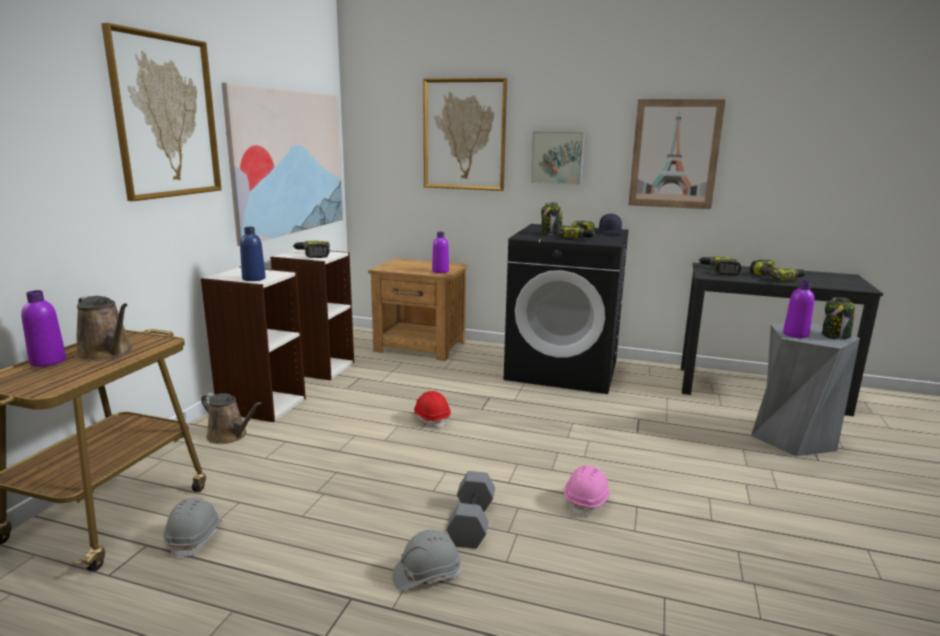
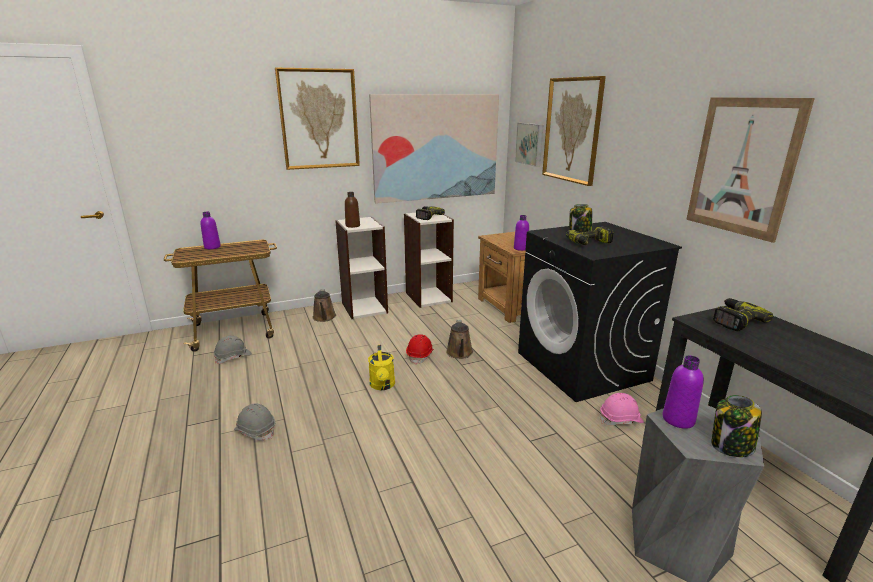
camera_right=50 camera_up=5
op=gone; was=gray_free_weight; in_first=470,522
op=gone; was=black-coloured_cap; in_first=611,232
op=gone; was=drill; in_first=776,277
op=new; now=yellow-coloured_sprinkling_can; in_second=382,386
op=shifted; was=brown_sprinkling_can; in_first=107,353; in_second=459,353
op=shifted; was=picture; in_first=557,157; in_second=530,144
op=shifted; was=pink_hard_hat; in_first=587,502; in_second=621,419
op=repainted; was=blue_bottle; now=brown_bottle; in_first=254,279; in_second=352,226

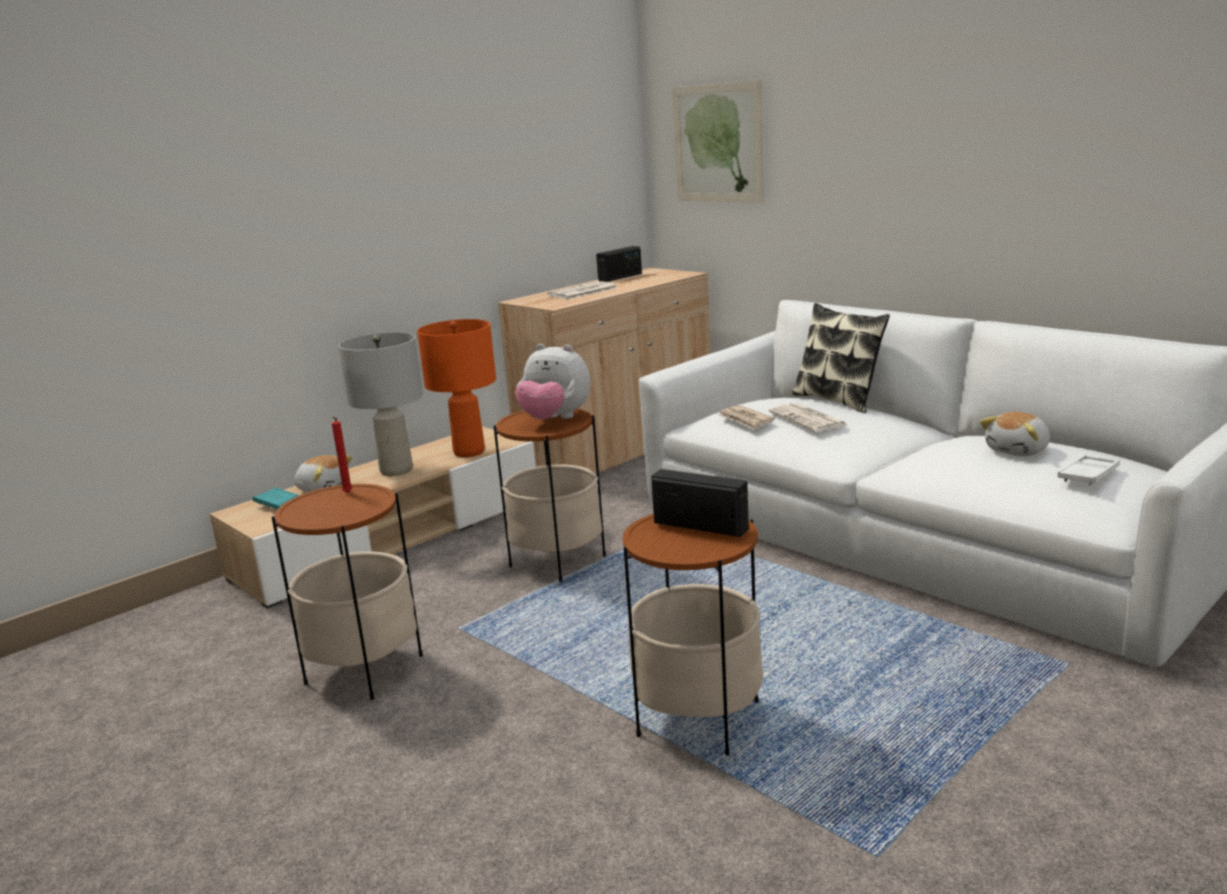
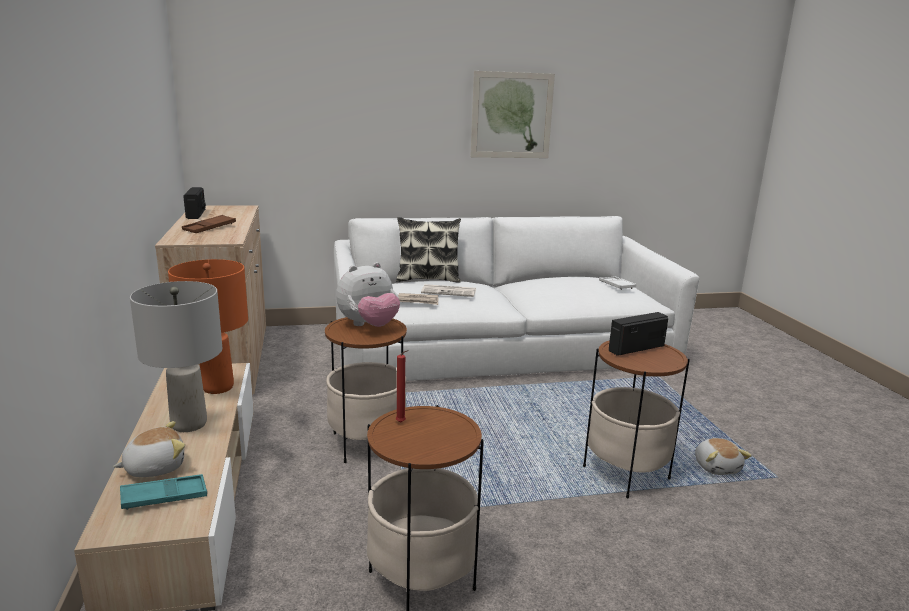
camera_right=-60 camera_up=0
op=shifted; was=picture; in_first=717,143; in_second=512,115
op=shifted; was=cuddly_toy; in_first=1018,451; in_second=717,467
op=swapped; was=printed_paper; now=brown_serving_tray; in_first=582,292; in_second=209,228

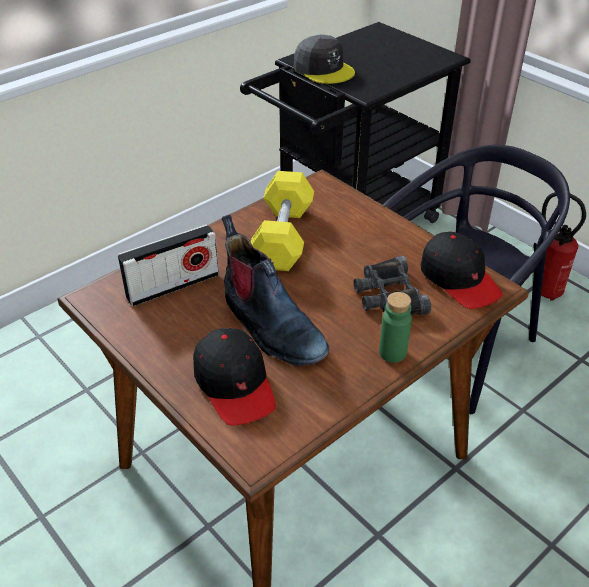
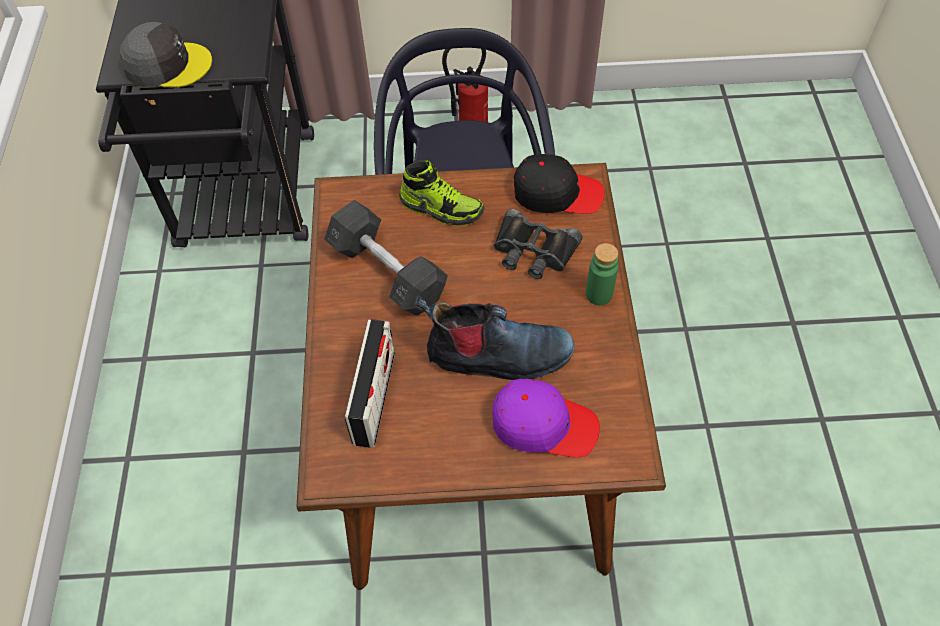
camera_right=-50 camera_up=15
op=new; now=low_shoe; in_second=441,208
op=repainted; was=black-coloured_cap; now=purple-coloured_cap; in_first=235,384; in_second=543,424
op=repainted; was=yellow-coloured_free_weight; now=gray_free_weight; in_first=283,236; in_second=387,272

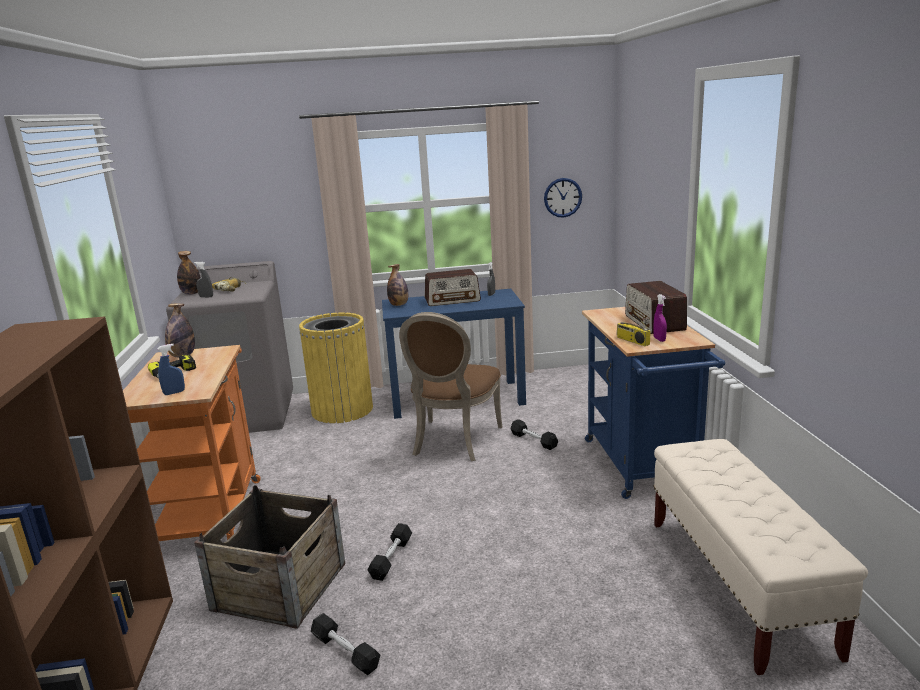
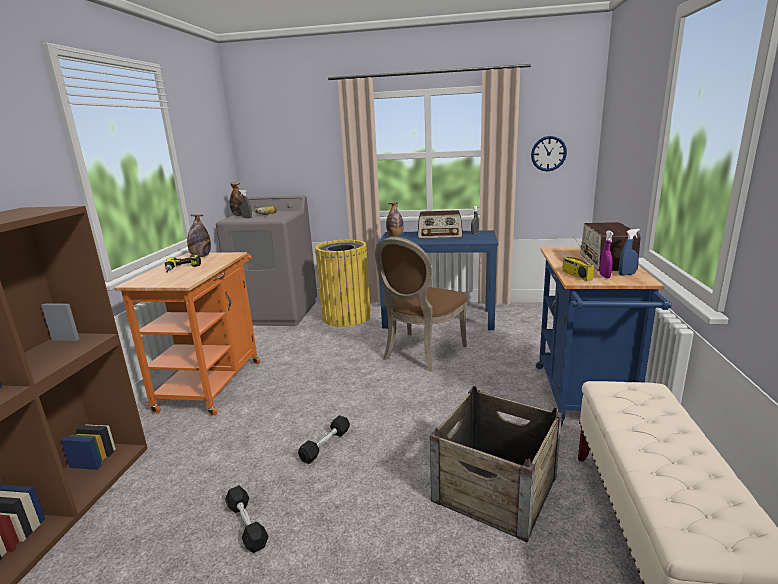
camera_right=15 camera_up=0
op=gone; was=black-coloured_free_weight; in_first=533,440
op=shifted; was=blue_spray_bottle; in_first=174,393; in_second=627,274
op=shifted; was=packing_crate; in_first=279,585; in_second=495,488

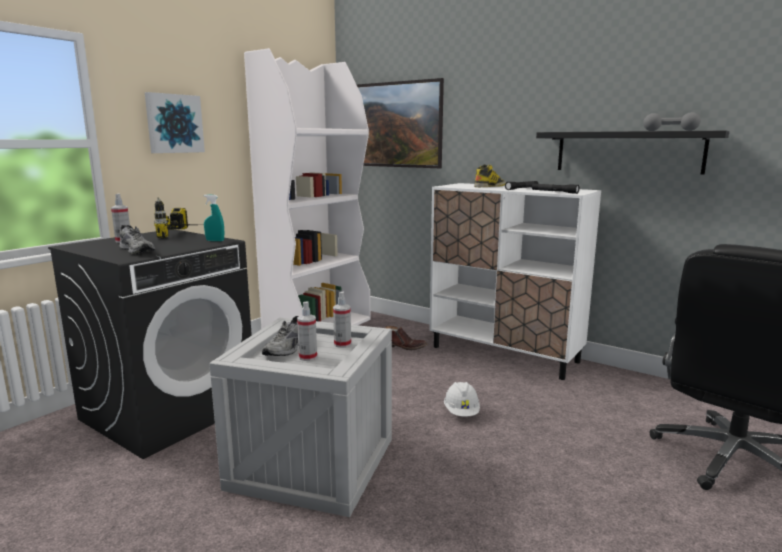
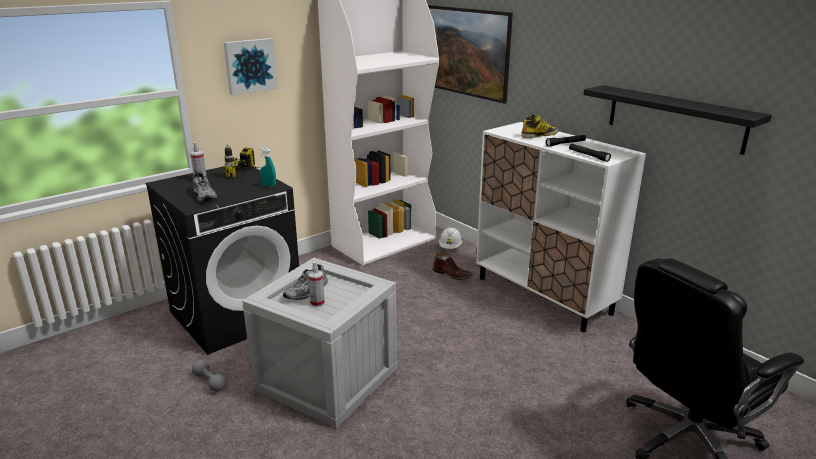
camera_right=15 camera_up=10
op=gone; was=spray_bottle; in_first=342,344
op=shifted; was=whitish_hard_hat; in_first=461,412; in_second=450,247
op=shifted; was=gray_free_weight; in_first=670,130; in_second=210,382

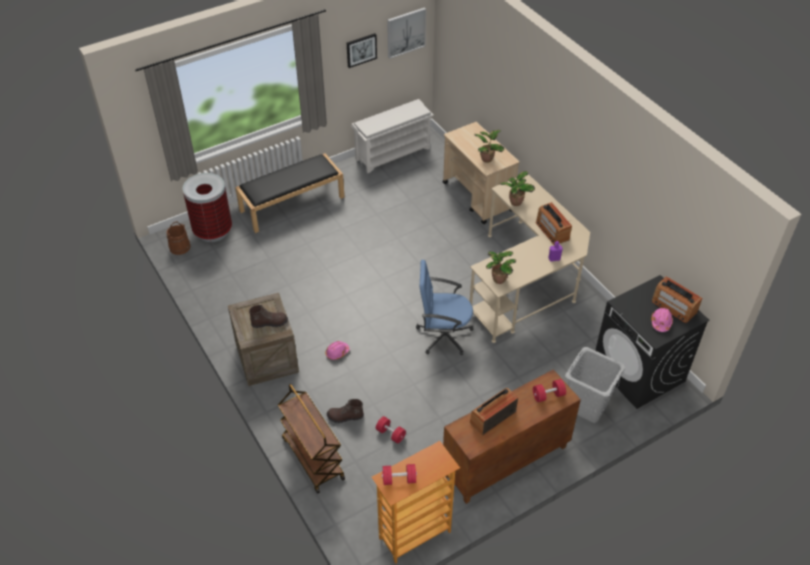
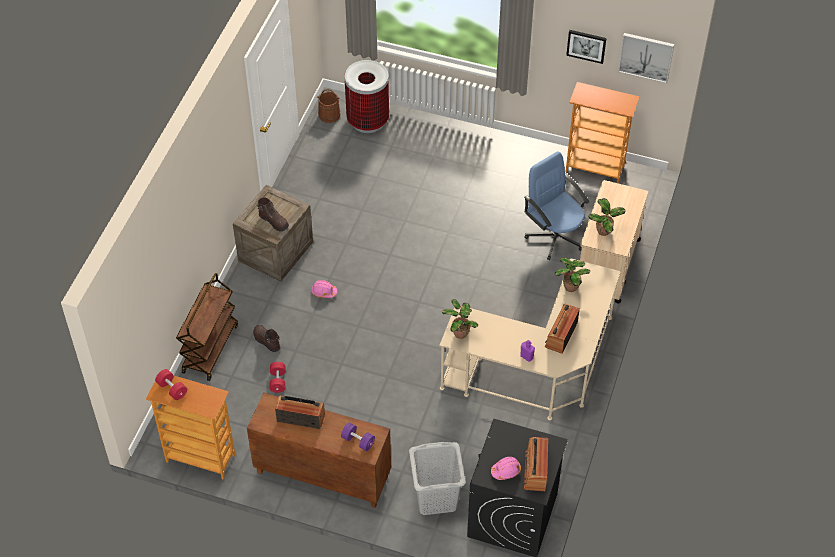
camera_right=50 camera_up=5
op=gone; was=black-coloured_bench; in_first=292,203
op=shifted; was=blue_desk_chair; in_first=443,335; in_second=554,236
op=swapped; was=whitish_shoe_stand; now=bookcase; in_first=393,153; in_second=595,168
op=repainted; was=red_free_weight; now=purple-coloured_free_weight; in_first=548,395; in_second=358,441

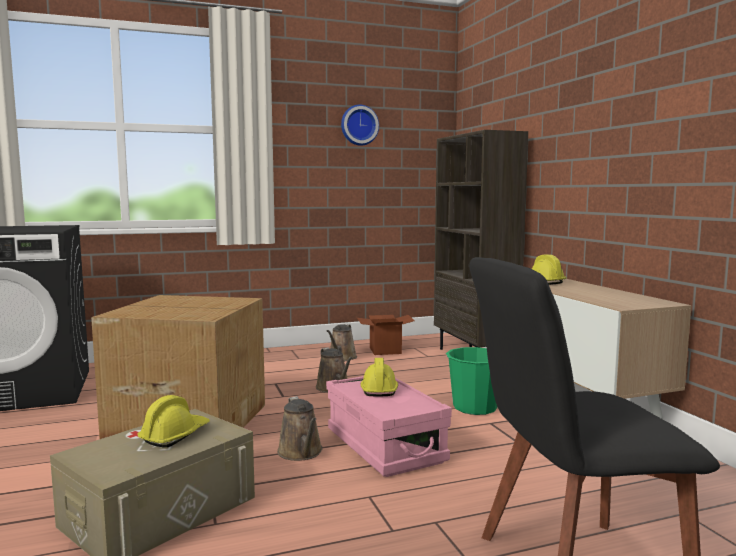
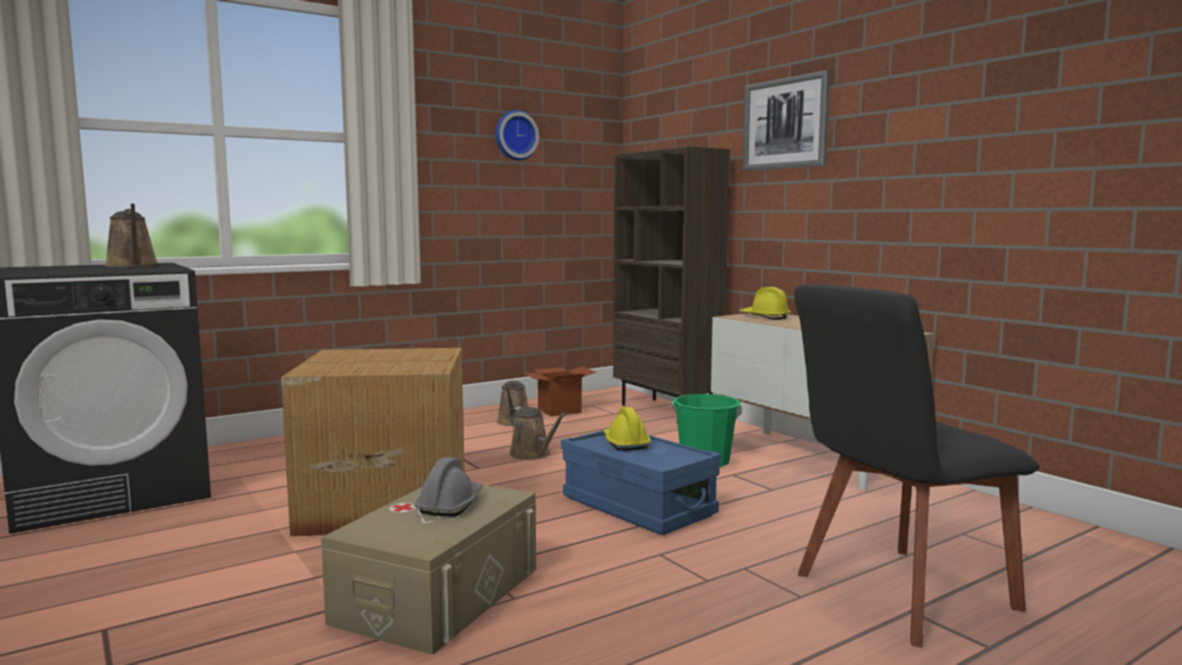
camera_right=-15 camera_up=0
op=new; now=picture; in_second=785,123
op=shifted; was=brown_sprinkling_can; in_first=301,453; in_second=132,265
op=repainted; was=yellow-coloured_hard_hat; now=gray_hard_hat; in_first=174,435; in_second=450,504
op=repainted; was=pink_storage_bin; now=blue_storage_bin; in_first=385,446; in_second=638,506

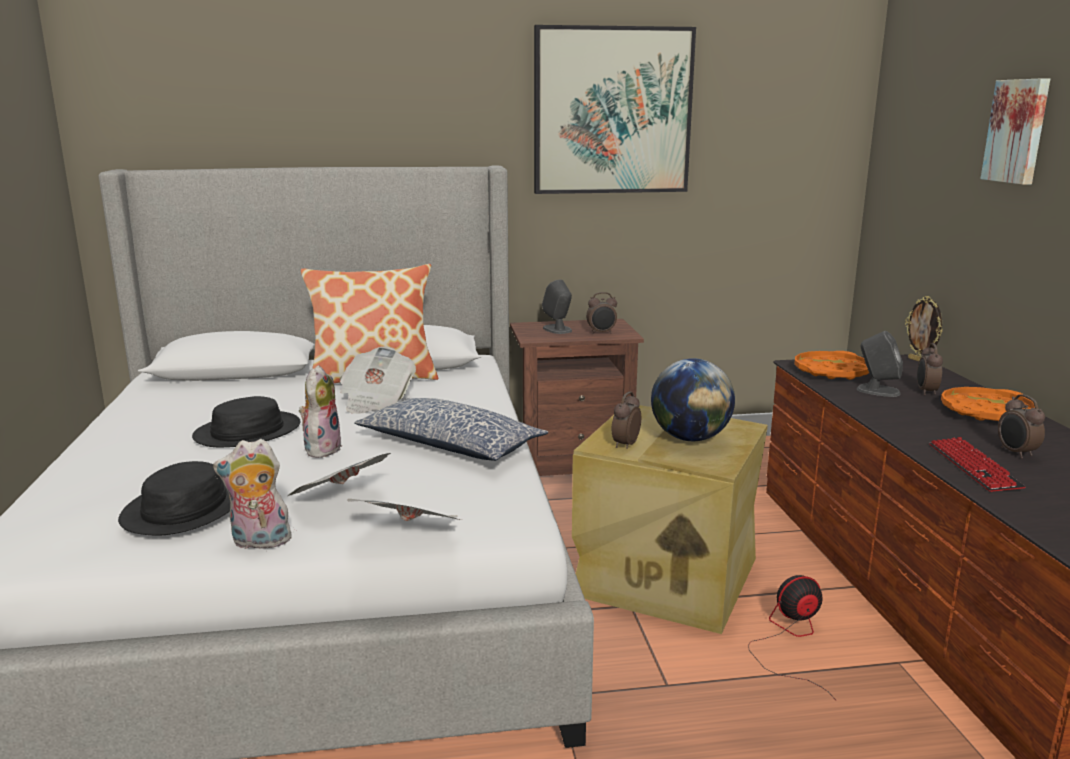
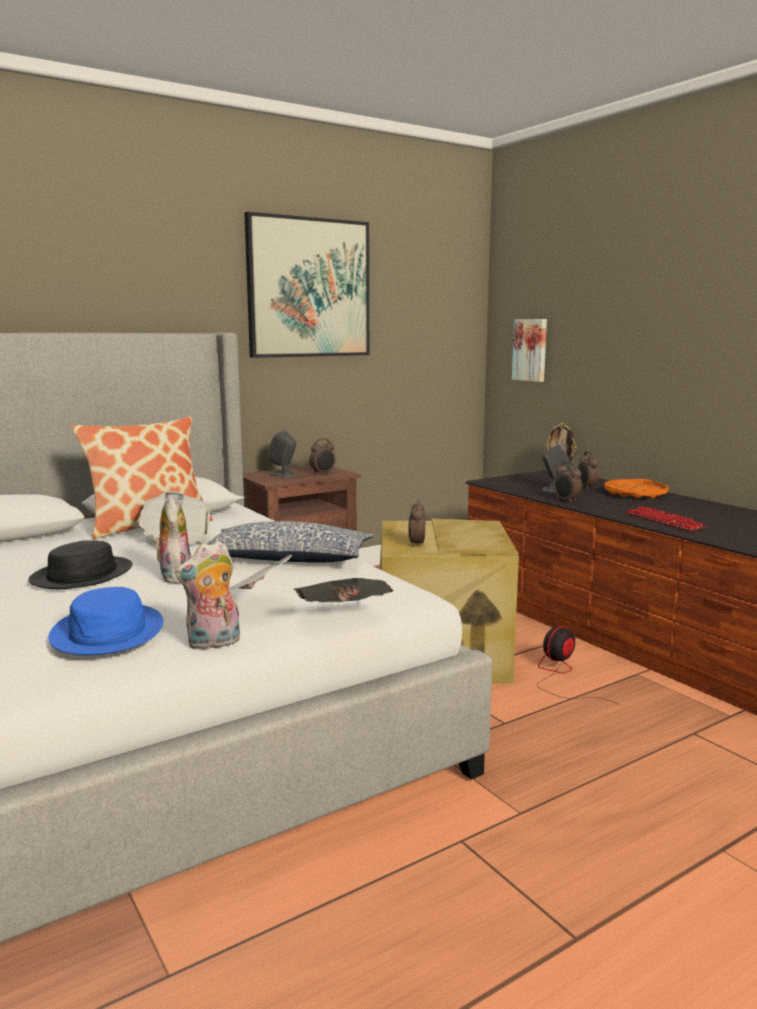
camera_right=-25 camera_up=-5
op=gone; was=globe; in_first=690,438
op=gone; was=orange_serving_tray; in_first=831,372
op=shifted; was=picture; in_first=1018,131; in_second=531,350
op=shifted; was=alarm_clock; in_first=1015,453; in_second=566,501
op=repainted; was=black-coloured_hat; now=blue_hat; in_first=185,508; in_second=108,632

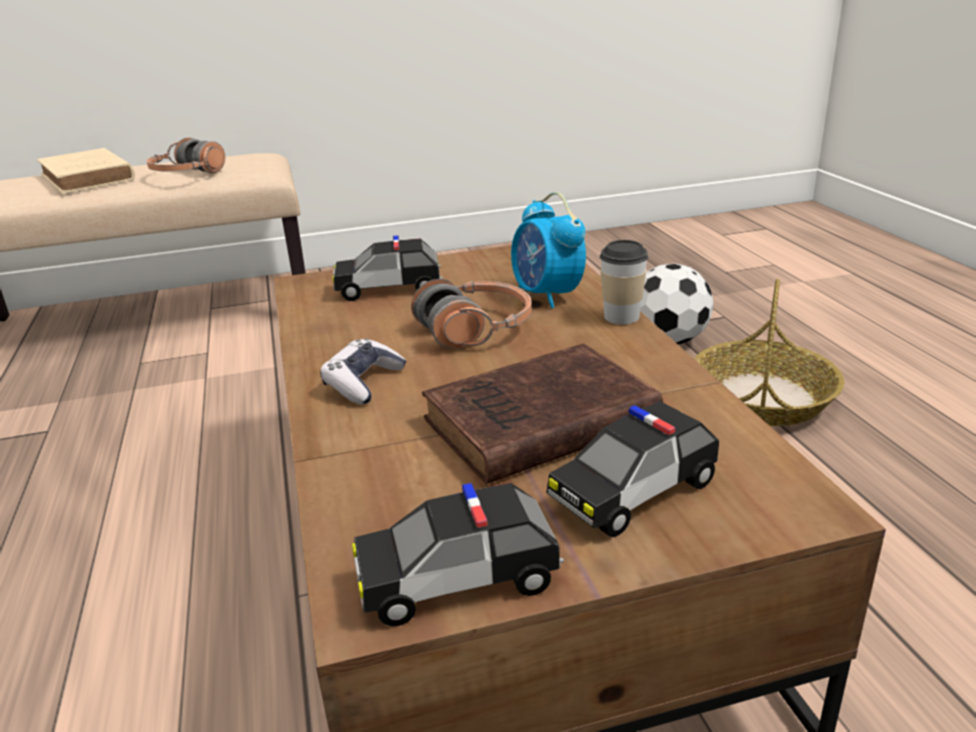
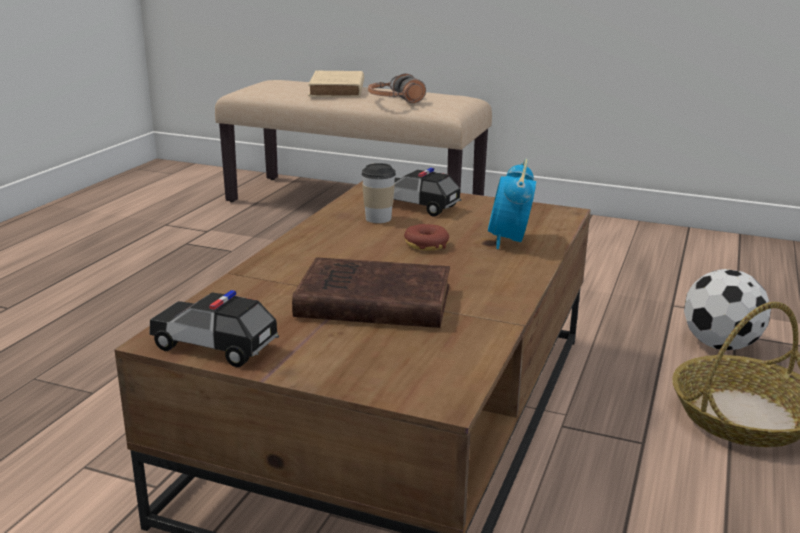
camera_right=35 camera_up=-5
op=gone; was=gamepad; in_first=364,382
op=gone; was=model_car; in_first=634,491
op=shifted; was=cup; in_first=621,317; in_second=378,218
op=swapped; was=headset; now=ring_doughnut; in_first=475,329; in_second=426,245

